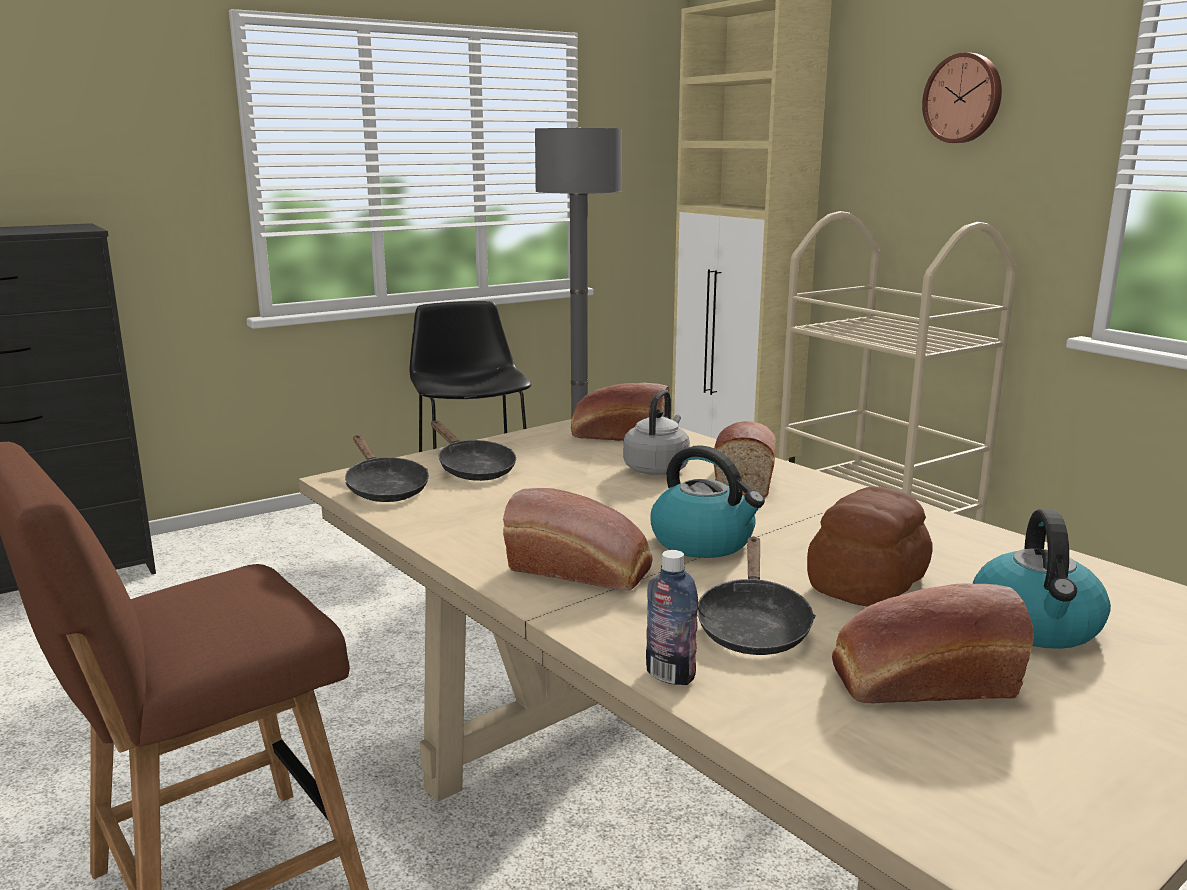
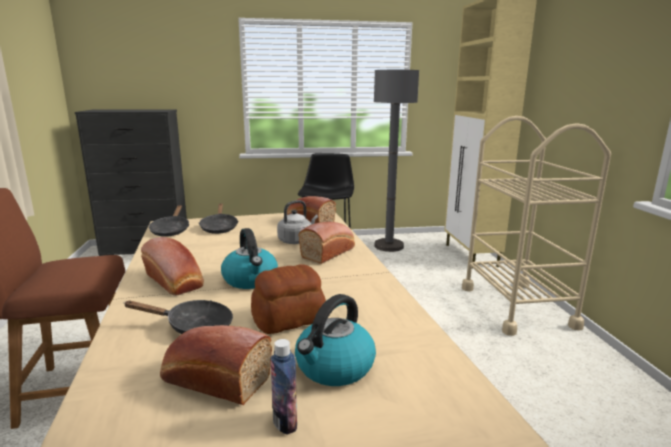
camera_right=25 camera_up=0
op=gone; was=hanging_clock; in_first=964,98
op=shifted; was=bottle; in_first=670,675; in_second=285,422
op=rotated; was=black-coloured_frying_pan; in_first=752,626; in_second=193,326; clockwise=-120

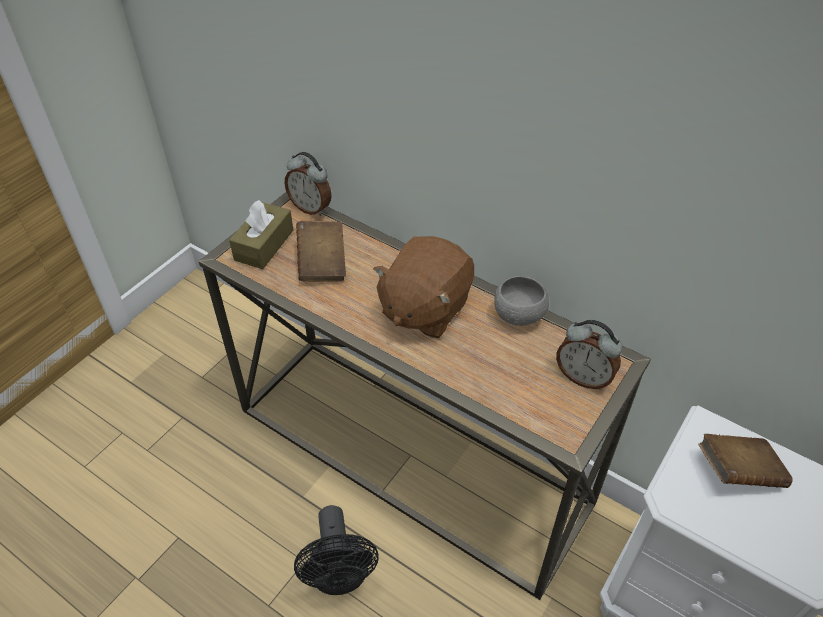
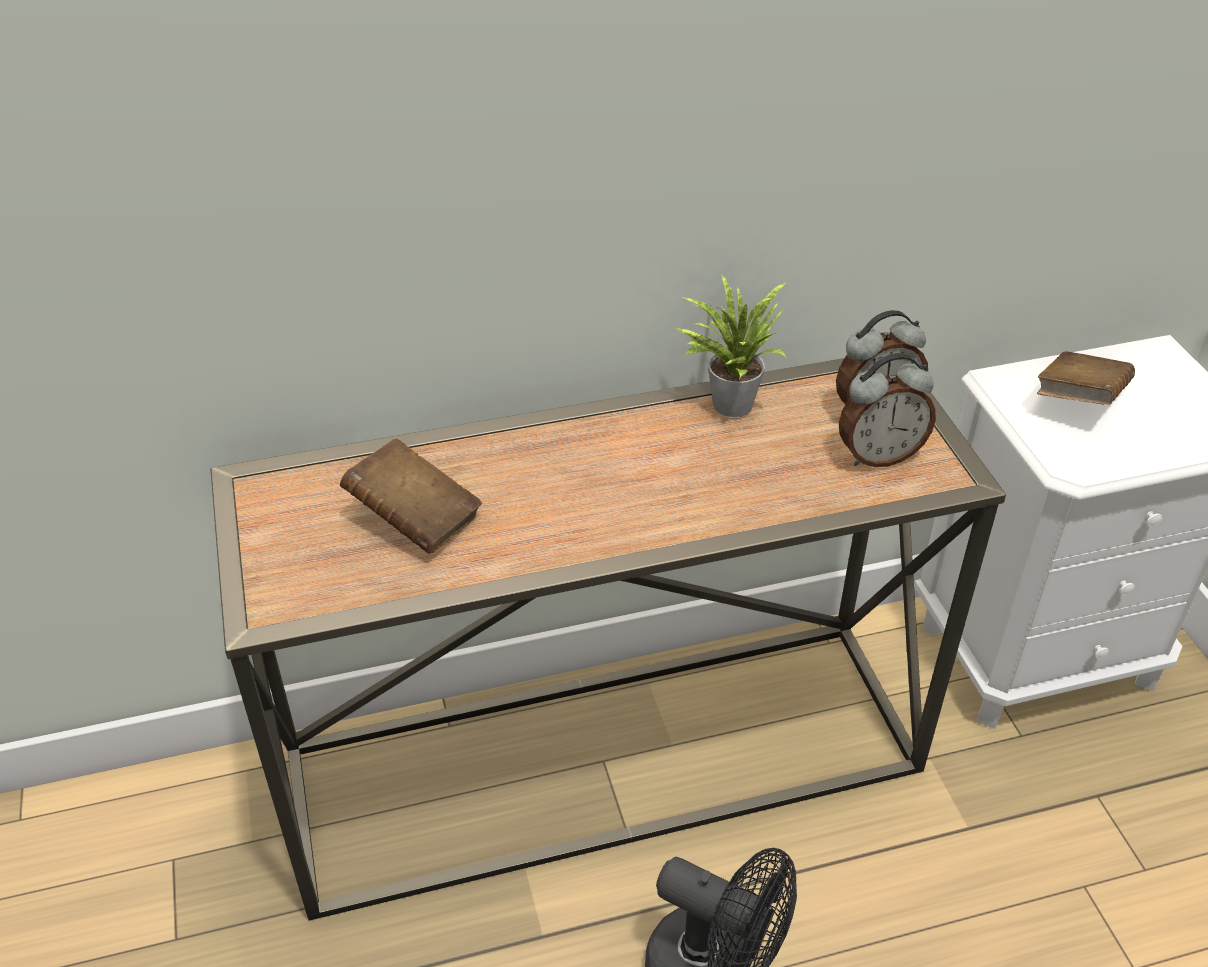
camera_right=-50 camera_up=-5
op=gone; was=brown_tissue_box; in_first=264,245
op=gone; was=brown_cuddly_toy; in_first=424,308
op=shifted; was=alarm_clock; in_first=311,208; in_second=878,455
op=swapped; was=gray_serving_bowl; now=plant_in_a_pot; in_first=519,316; in_second=728,401

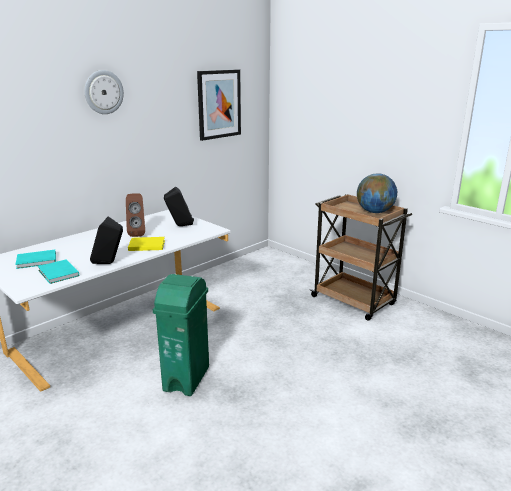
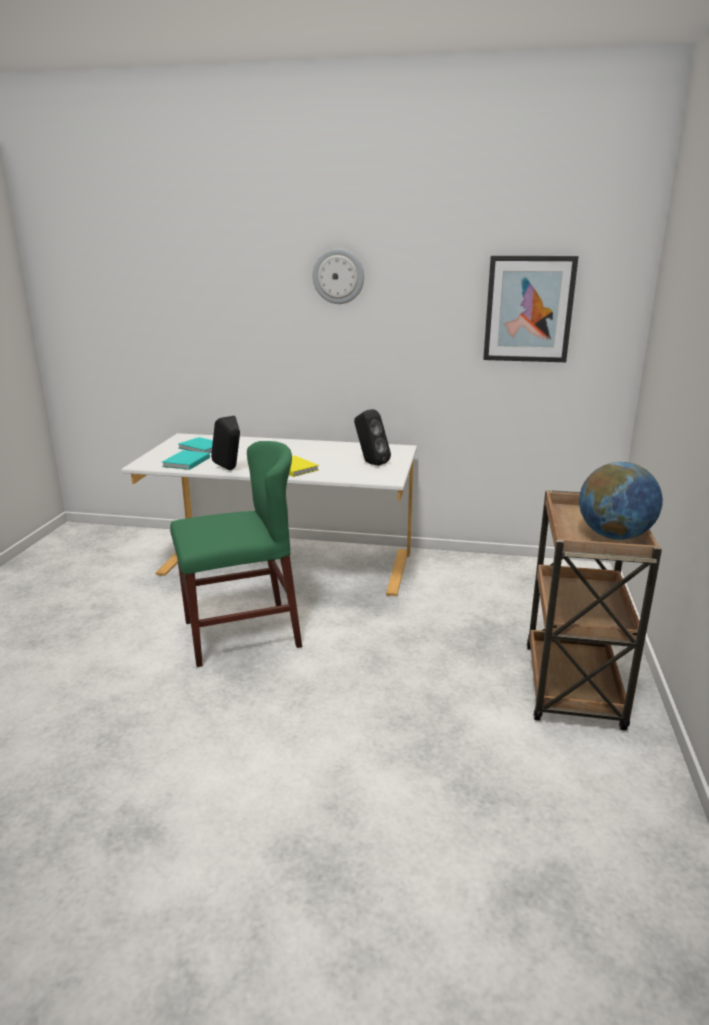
camera_right=55 camera_up=0
op=gone; was=brown_audio_speaker; in_first=137,234
op=swapped; was=green-coloured_rubbish_bin; now=green-coloured_plain_chair; in_first=187,378; in_second=241,634

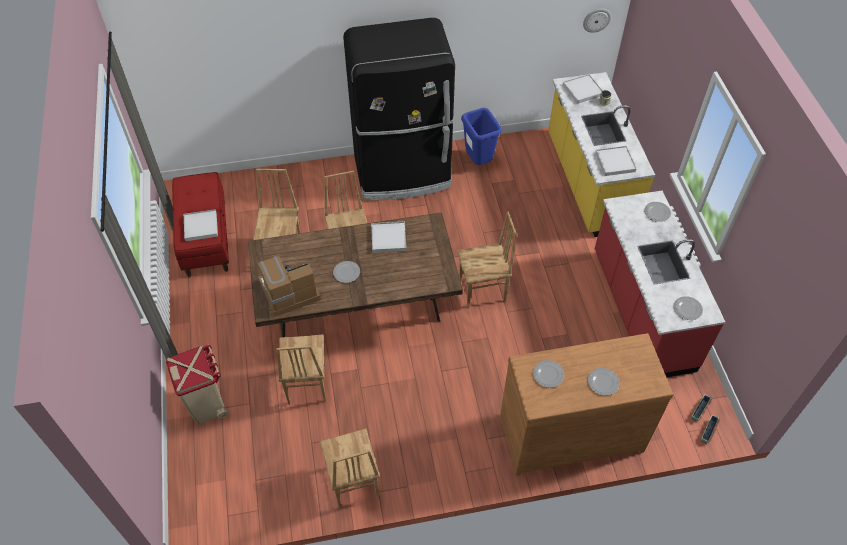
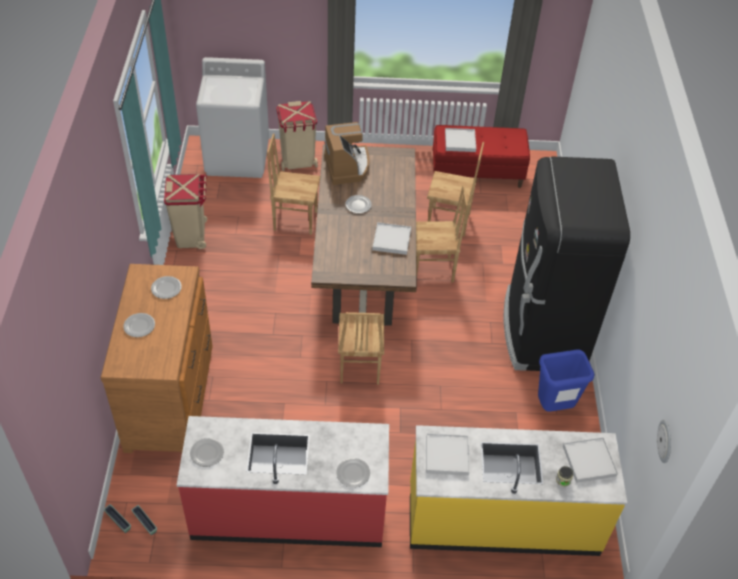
camera_right=100 camera_up=-5
op=new; now=whitish_laundry_appliance; in_second=238,157
op=swapped; was=brown_plain_chair; now=beige-coloured_rubbish_bin; in_first=352,483; in_second=191,236

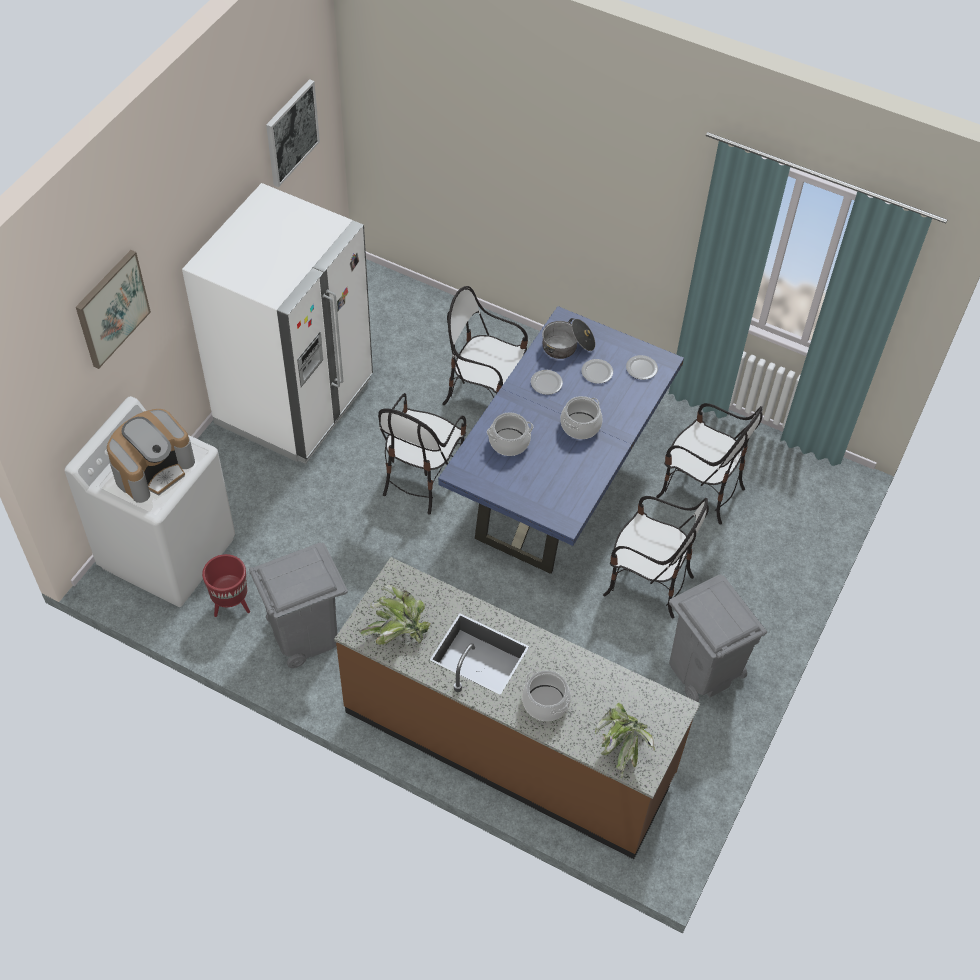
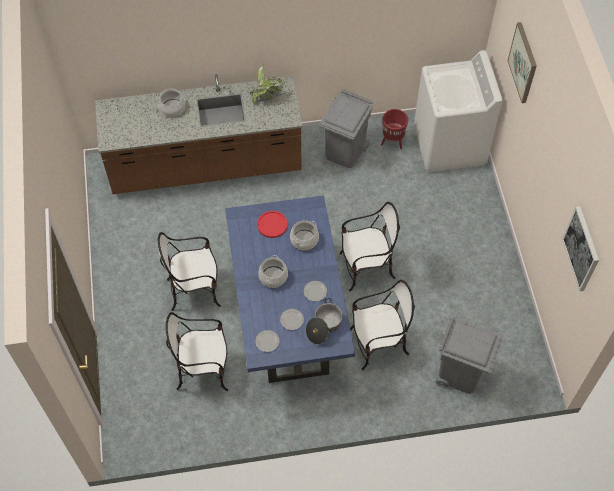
camera_right=145 camera_up=5
op=gone; was=coffee_maker; in_first=153,469
op=gone; was=whitish_fridge; in_first=295,402
op=gone; was=plant_in_a_pot; in_first=622,747
op=new; now=red_plate; in_second=272,224
op=shifted; was=gray_rubbish_bin; in_first=702,670; in_second=460,373
op=rotated; was=plain_chair; in_first=422,478; in_second=366,268; clockwise=90

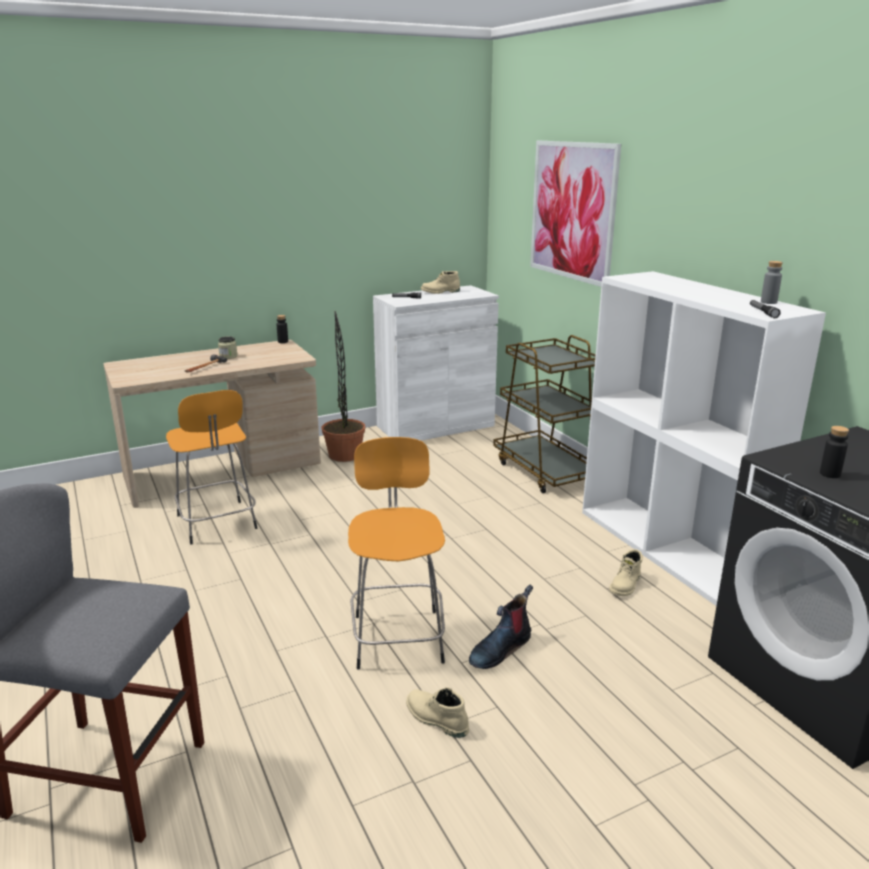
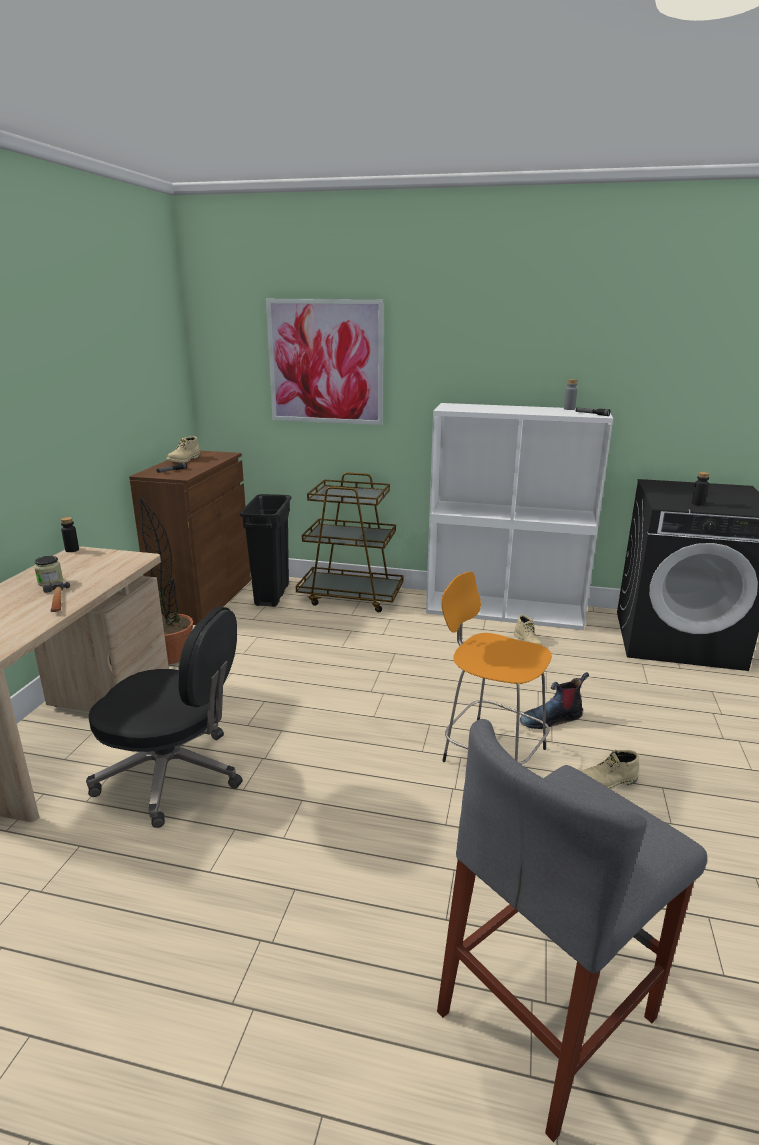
camera_right=-50 camera_up=0
op=new; now=black-coloured_rubbish_bin; in_second=272,595
op=swapped; was=orange_stool; now=black-coloured_desk_chair; in_first=217,523; in_second=174,775
op=repainted; was=whitish_storage_cabinet; now=brown_storage_cabinet; in_first=435,426; in_second=203,598
op=rotated; was=boot; in_first=500,649; in_second=551,719; clockwise=75

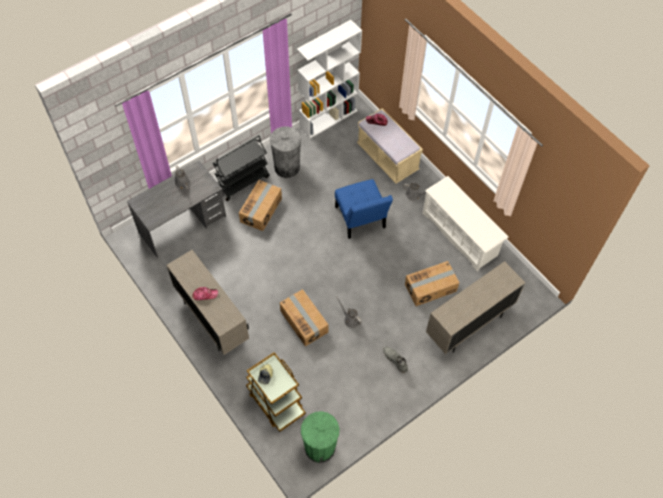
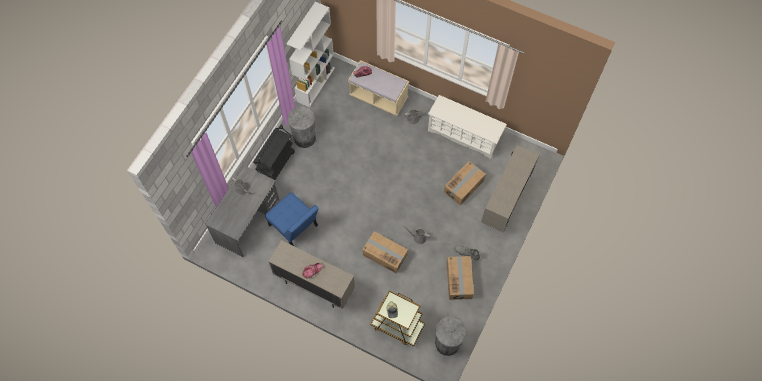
camera_right=-25 camera_up=5
op=shifted; was=cardboard_box; in_first=261,210; in_second=459,280
op=shifted; was=blue_plain_chair; in_first=361,220; in_second=295,227
op=repainted; was=green-coloured_rubbish_bin; now=gray_rubbish_bin; in_first=320,447; in_second=447,343

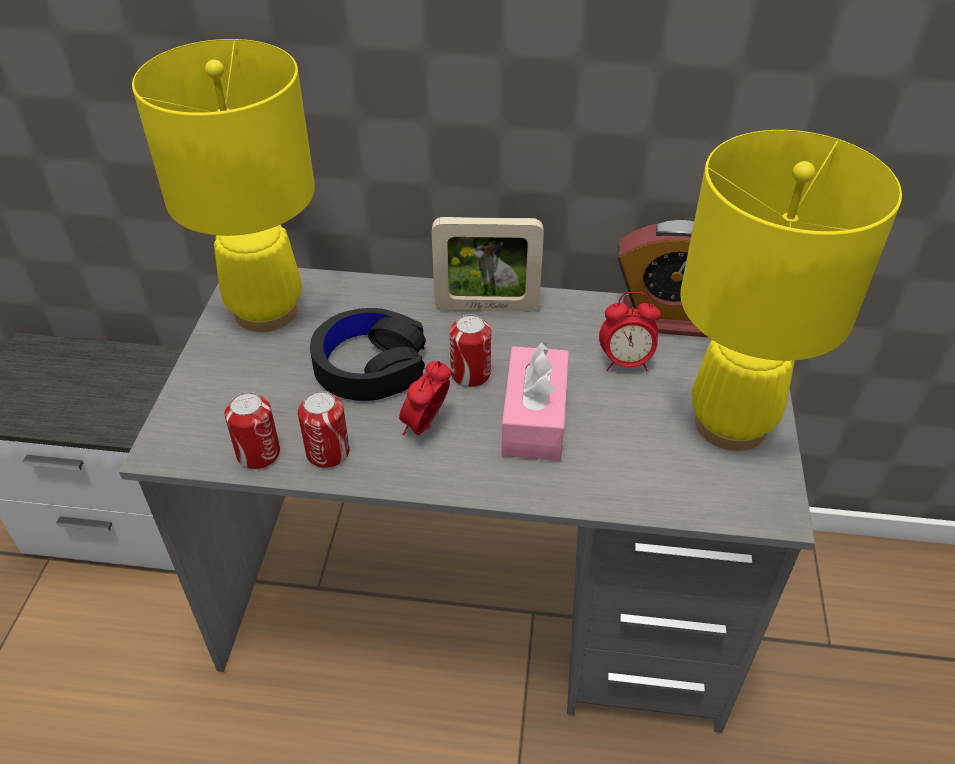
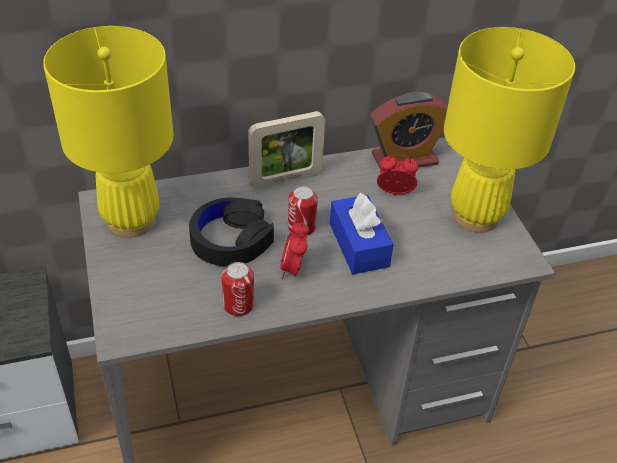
camera_right=-25 camera_up=0
op=gone; was=can; in_first=258,453
op=repainted; was=pink_tissue_box; now=blue_tissue_box; in_first=534,418; in_second=358,245
op=rotated; was=alarm_clock; in_first=625,363; in_second=394,194; clockwise=-150

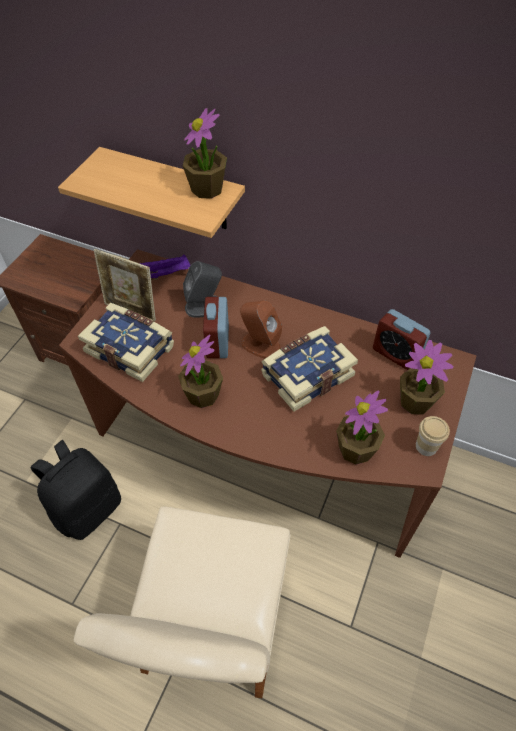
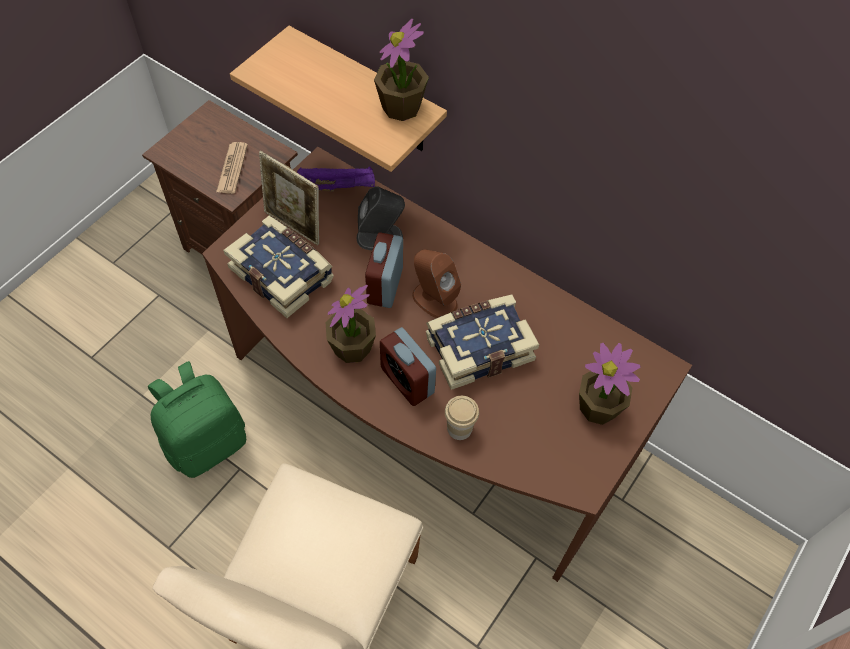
camera_right=10 camera_up=5
op=gone; was=plant_in_a_pot; in_first=356,450
op=new; now=printed_paper; in_second=232,168
op=shifted; was=alarm_clock; in_first=396,354; in_second=407,380
op=shifted; was=cup; in_first=426,446; in_second=459,428
op=repainted; was=black-coloured_knapsack; now=green-coloured_knapsack; in_first=88,508; in_second=207,442

